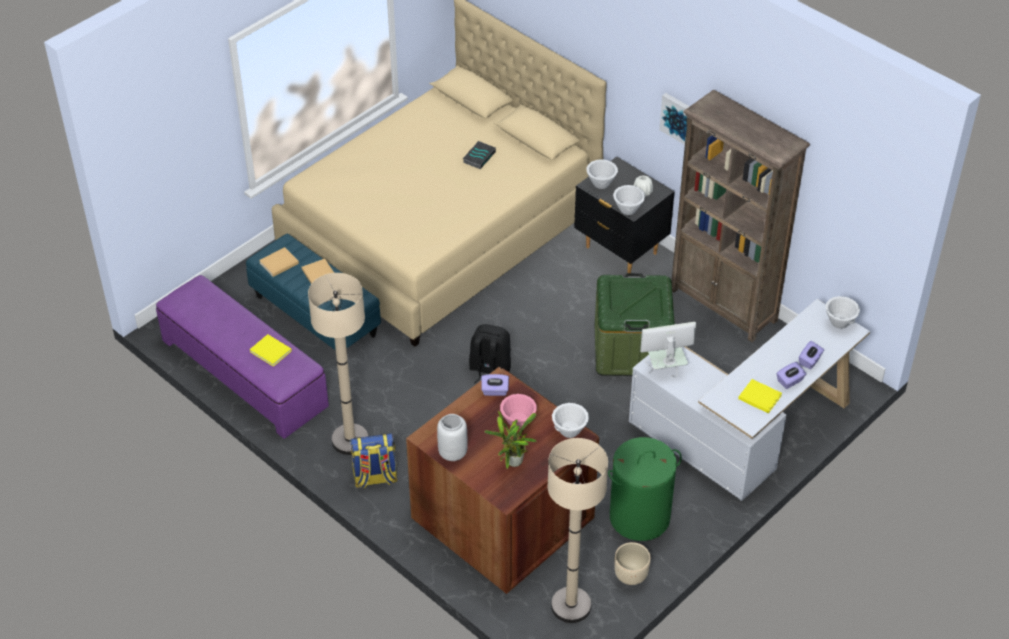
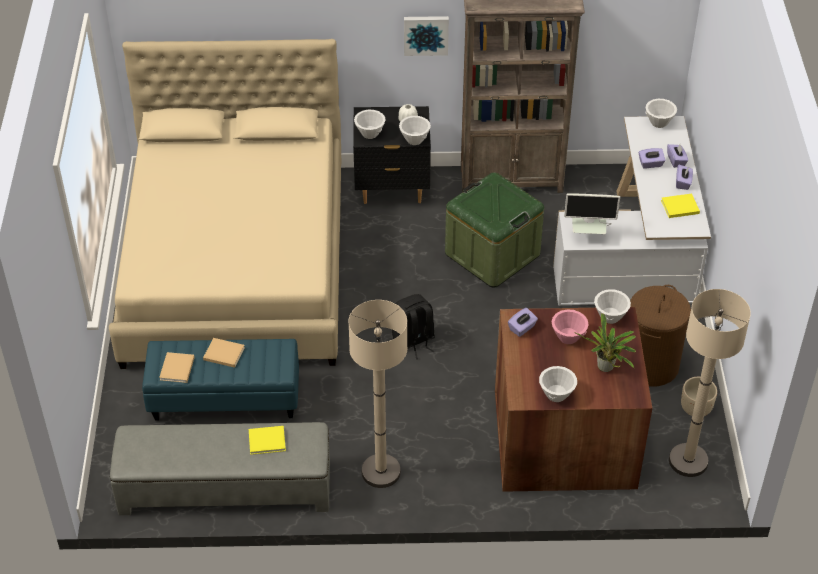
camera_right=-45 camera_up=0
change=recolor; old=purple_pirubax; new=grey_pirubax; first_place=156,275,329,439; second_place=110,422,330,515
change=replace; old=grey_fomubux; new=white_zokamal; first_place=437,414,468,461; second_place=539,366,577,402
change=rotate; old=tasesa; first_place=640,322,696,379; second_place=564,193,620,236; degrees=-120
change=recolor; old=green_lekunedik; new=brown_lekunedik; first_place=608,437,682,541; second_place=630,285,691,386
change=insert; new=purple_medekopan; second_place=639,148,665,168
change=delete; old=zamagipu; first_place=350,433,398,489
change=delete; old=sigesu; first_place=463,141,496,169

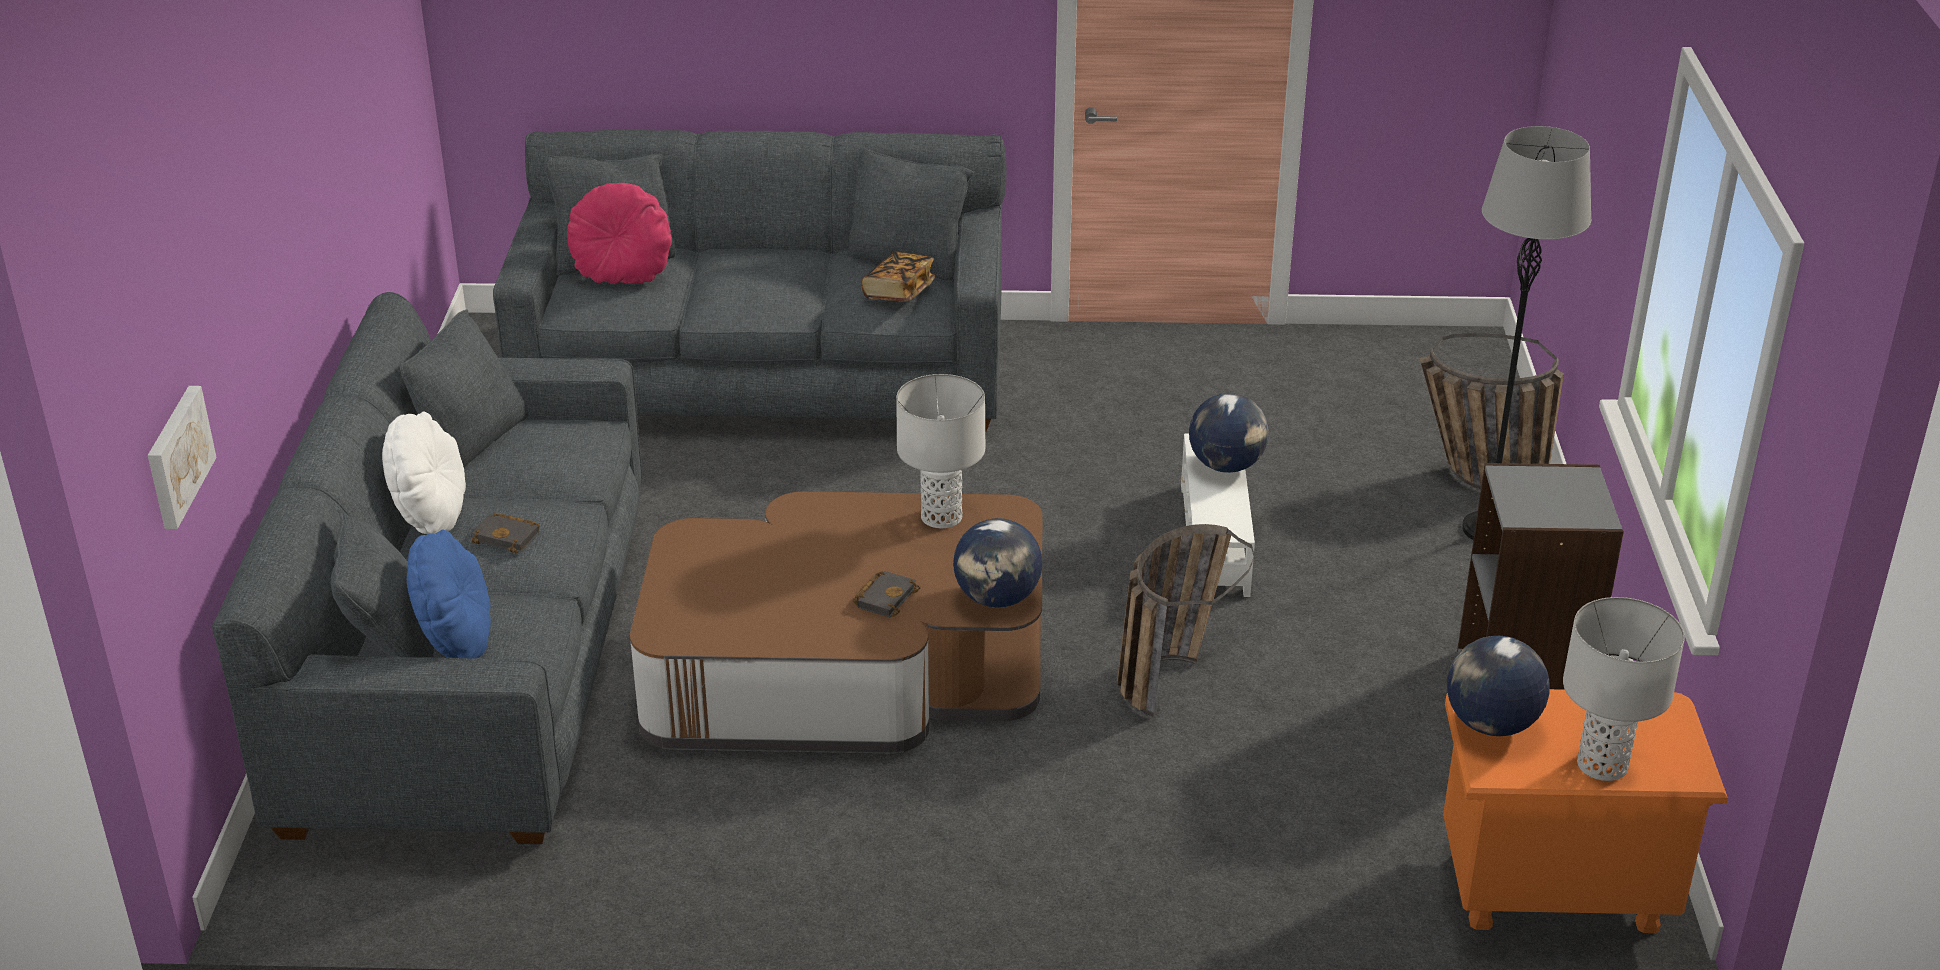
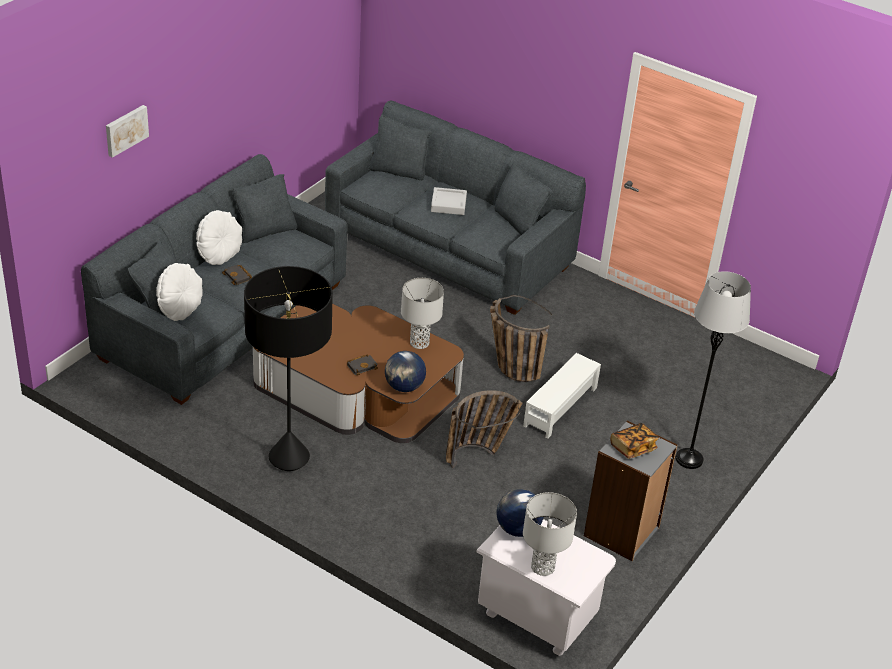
camera_right=30 camera_up=5
change=move; old=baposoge; first_place=148,386,217,529; second_place=106,105,149,158
change=recolor; old=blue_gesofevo; new=white_gesofevo; first_place=407,530,491,659; second_place=156,263,203,321
change=insert; new=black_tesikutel; second_place=244,266,333,471
change=insert; new=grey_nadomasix; second_place=431,187,467,215
change=recolor; old=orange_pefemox; new=white_pefemox; first_place=1443,689,1728,933; second_place=477,519,616,656
change=move; old=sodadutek; first_place=1420,333,1564,489; second_place=490,295,552,382
change=move; old=sigesu; first_place=862,252,935,302; second_place=611,423,659,459
change=delete; old=pink_gesofevo; first_place=567,183,672,284
change=delete; old=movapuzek; first_place=1189,393,1269,473

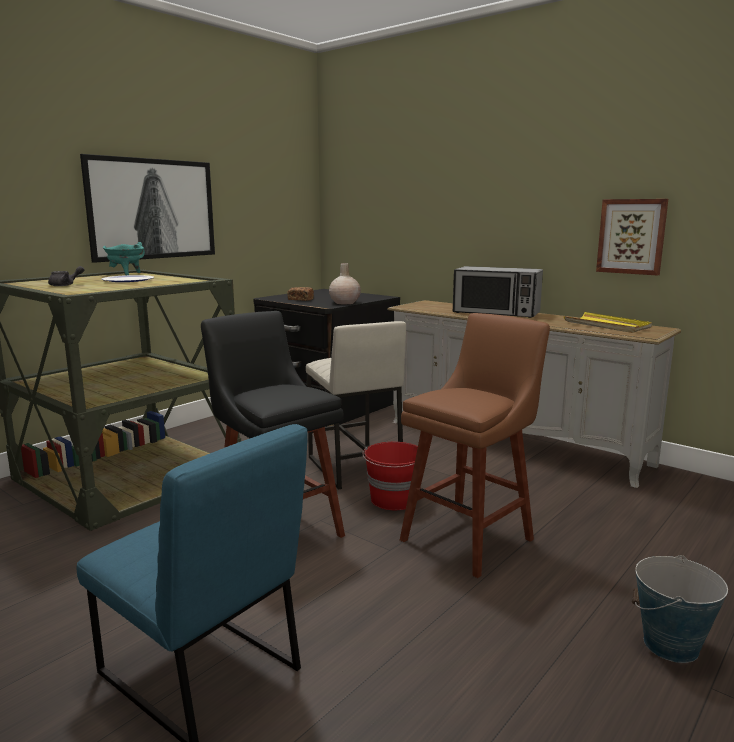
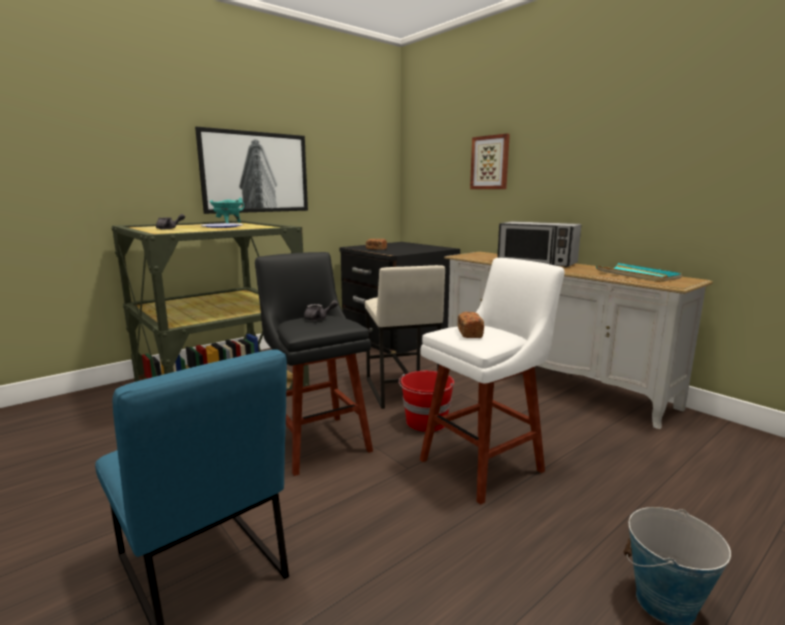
camera_right=10 camera_up=0
change=insert; new=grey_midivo; second_place=304,300,338,321
change=recolor; old=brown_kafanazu; new=white_kafanazu; first_place=400,313,550,578; second_place=420,258,565,505
change=insert; new=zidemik; second_place=458,312,484,338
change=move; old=baposoge; first_place=596,199,668,276; second_place=470,134,510,189
change=recolor; old=yellow_nadomasix; new=turquoise_nadomasix; first_place=564,312,652,333; second_place=596,263,682,282
change=delete; old=beige_fomubux; first_place=329,263,361,304

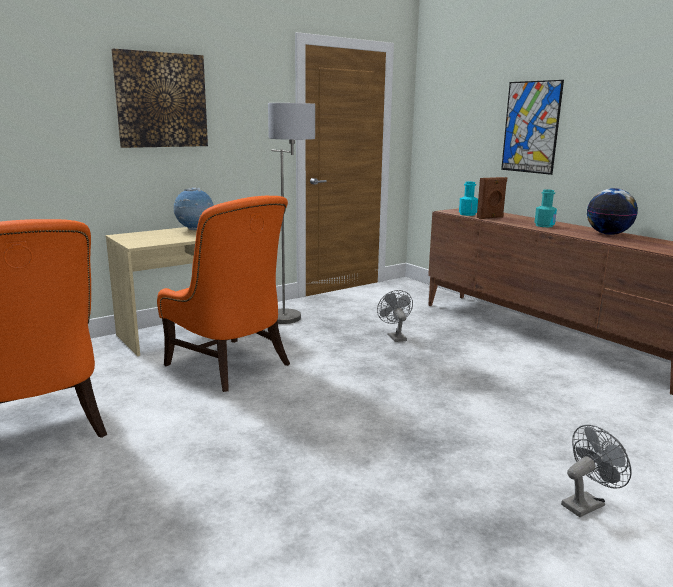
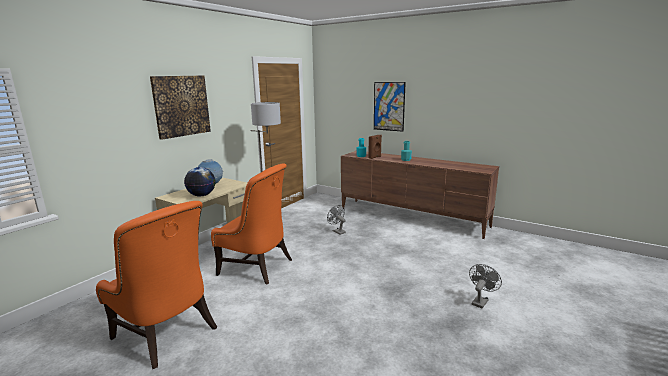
camera_right=-20 camera_up=0
change=move; old=movapuzek; first_place=587,188,638,235; second_place=184,167,216,197

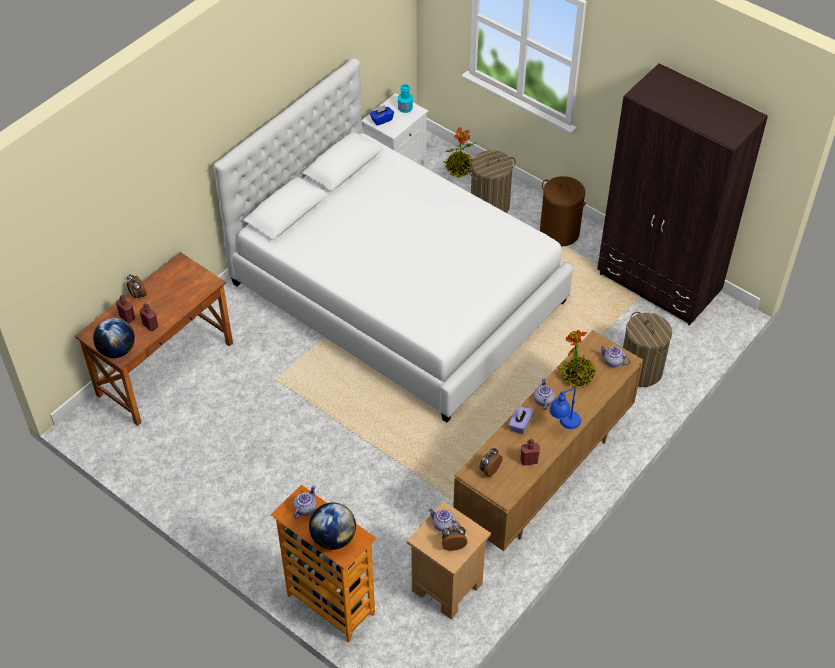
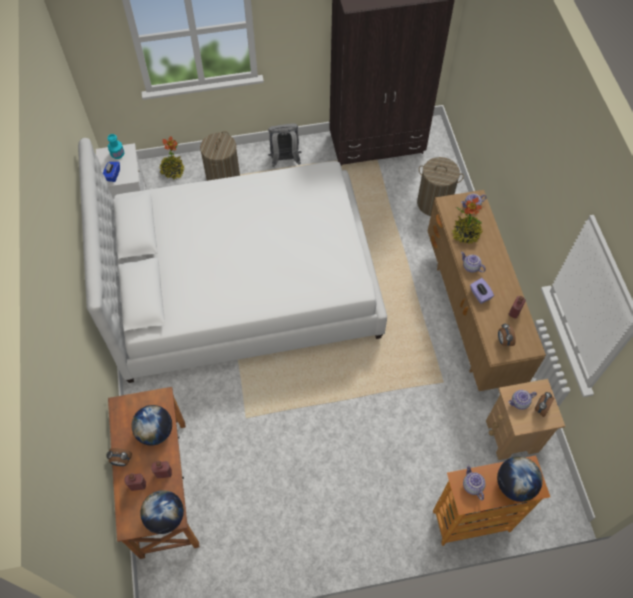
camera_right=-50 camera_up=10
change=insert; new=movapuzek; second_place=131,405,172,446
change=replace; old=brown_lekunedik; new=grey_zamagipu; first_place=540,176,586,247; second_place=268,124,301,167
change=delete; old=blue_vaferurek; first_place=549,388,581,429

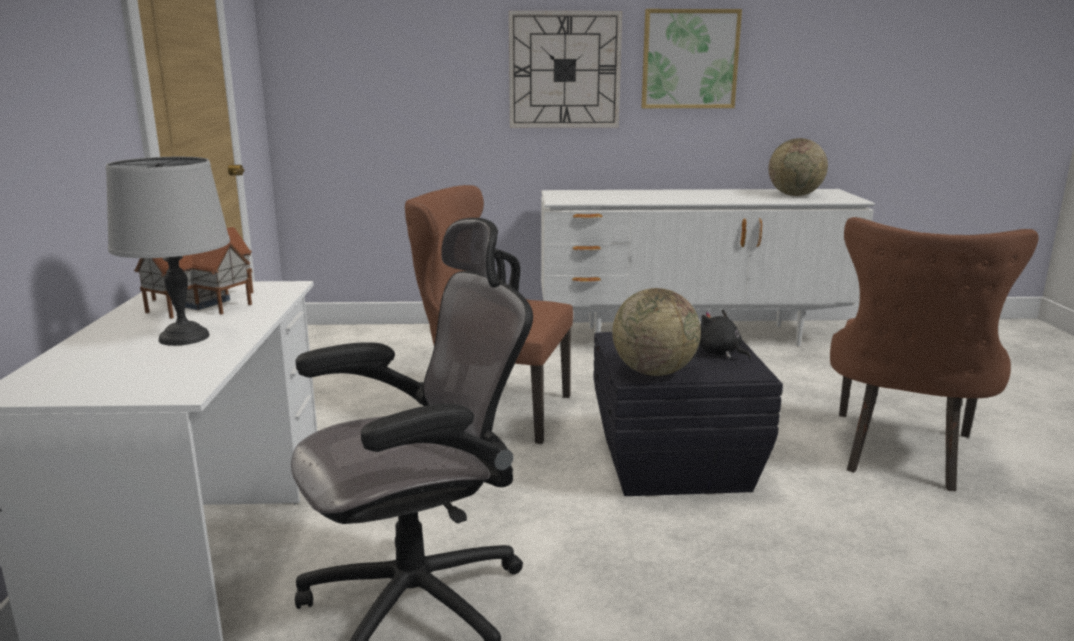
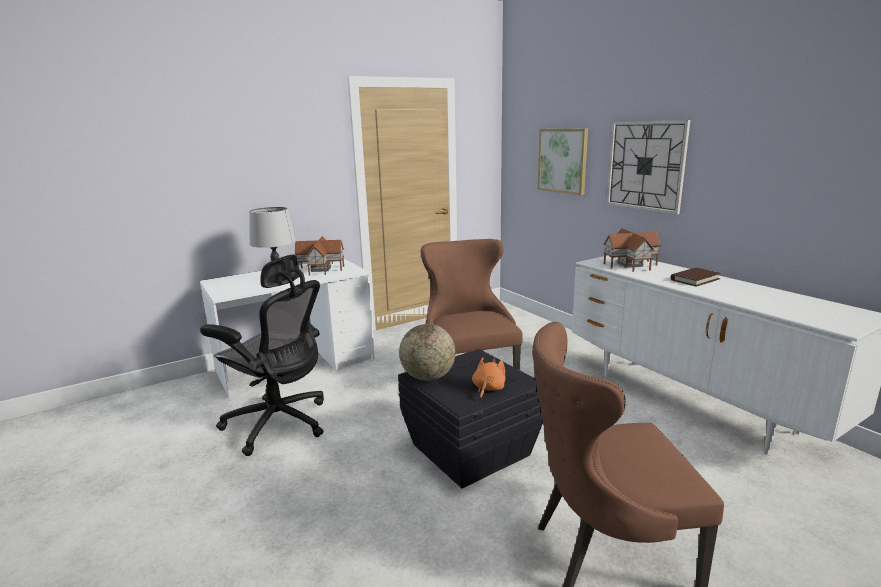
camera_right=60 camera_up=0
change=recolor; old=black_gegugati; new=orange_gegugati; first_place=699,309,751,360; second_place=472,357,506,399
change=move; old=baposoge; first_place=641,9,742,108; second_place=538,128,588,195
change=insert; new=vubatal; second_place=603,228,661,272
change=insert; new=brown_sigesu; second_place=671,268,721,287
change=delete; old=movapuzek; first_place=768,138,828,196

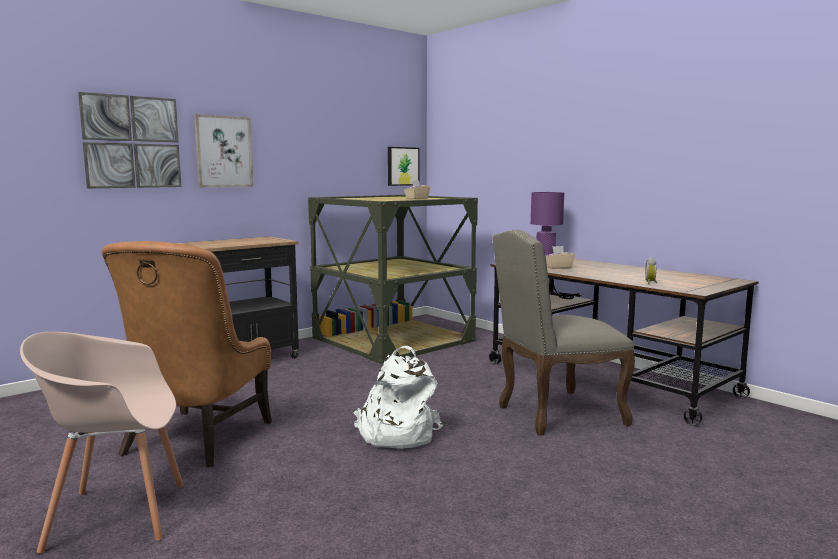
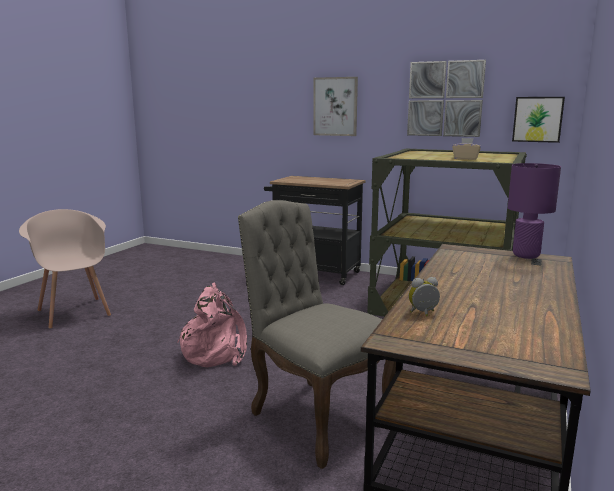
camera_right=65 camera_up=5
change=recolor; old=white_zamagipu; new=pink_zamagipu; first_place=353,346,443,449; second_place=177,282,247,367
change=move; old=baposoge; first_place=78,92,181,188; second_place=407,60,486,137
change=delete; old=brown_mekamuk; first_place=102,241,272,467
change=delete; old=beige_medekopan; first_place=546,246,575,269

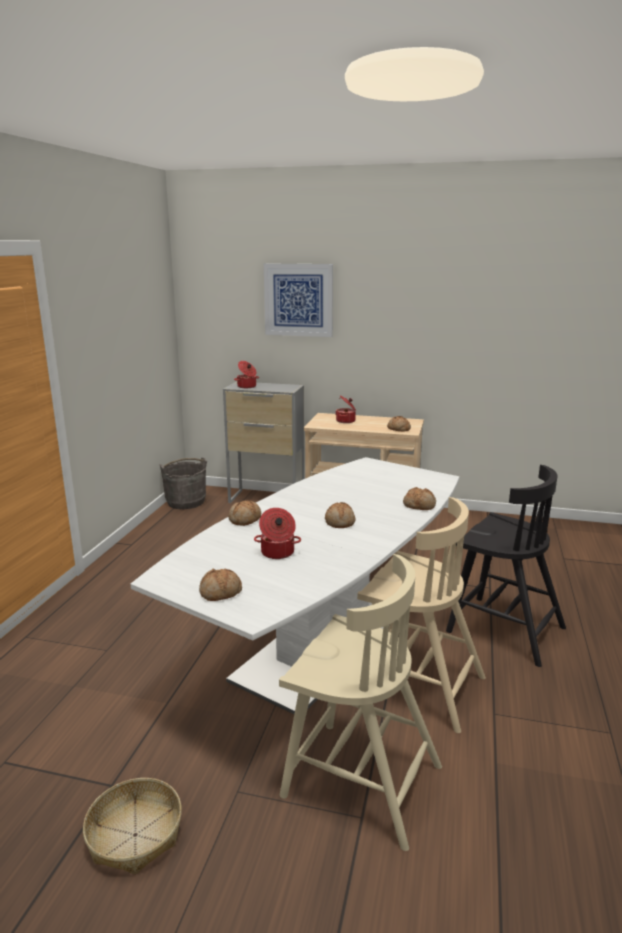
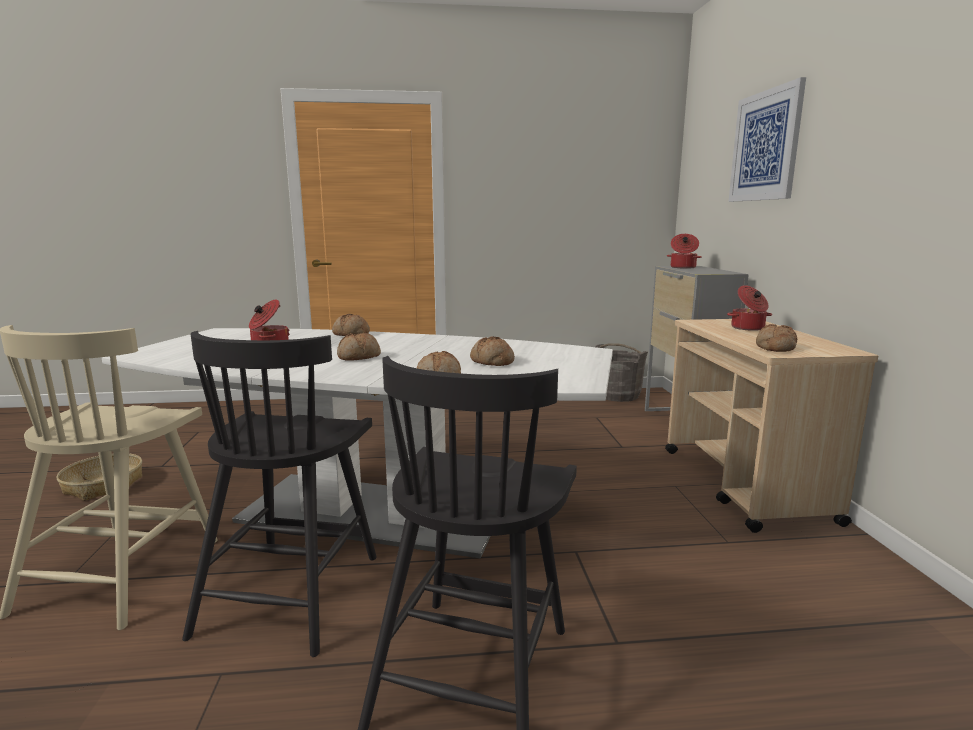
camera_right=70 camera_up=-5
change=recolor; old=beige_mekamuk; new=black_mekamuk; first_place=357,497,486,733; second_place=182,331,377,657
change=move; old=zidemik; first_place=199,568,242,601; second_place=470,336,515,366

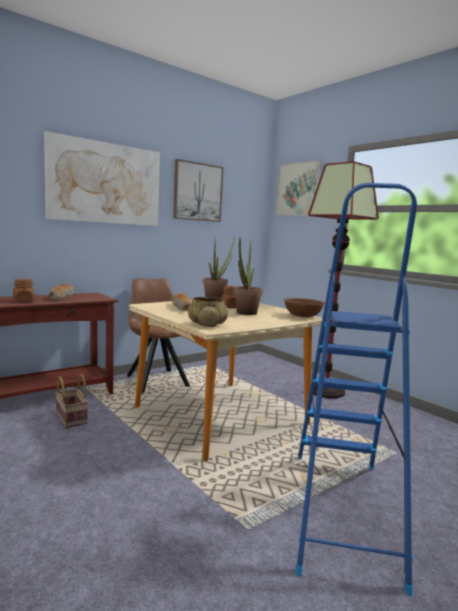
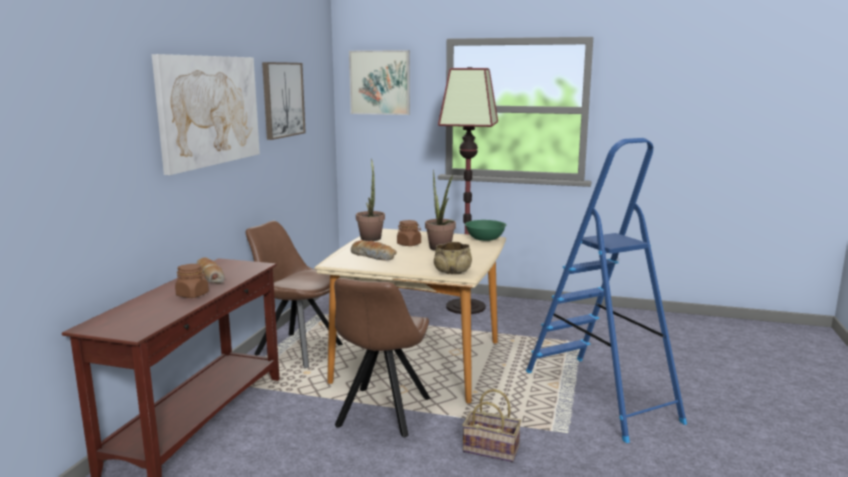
camera_right=-35 camera_up=5
change=insert; new=brown_mekamuk; second_place=334,278,431,438
change=move; old=sodadutek; first_place=55,374,88,428; second_place=462,389,521,462
change=recolor; old=brown_zokamal; new=green_zokamal; first_place=284,298,325,317; second_place=465,220,506,241

